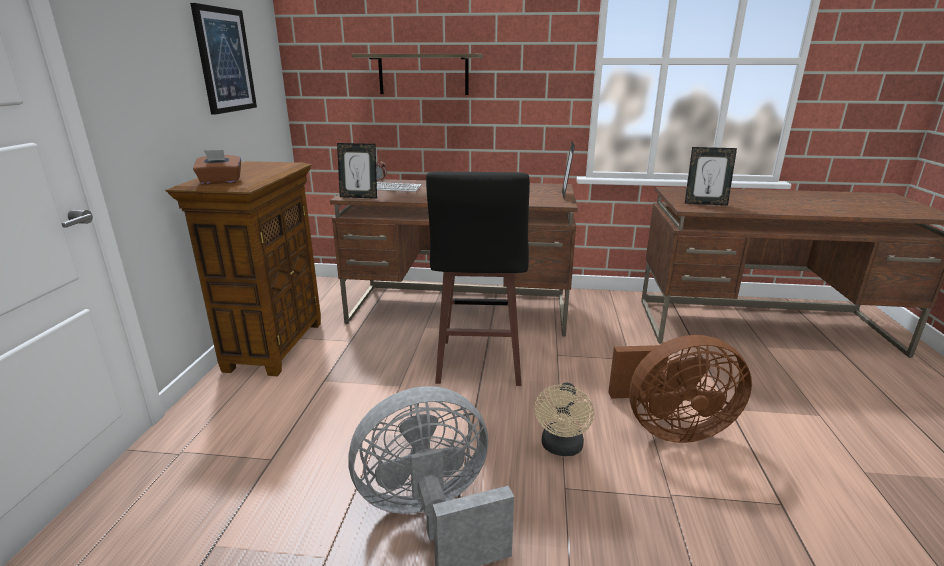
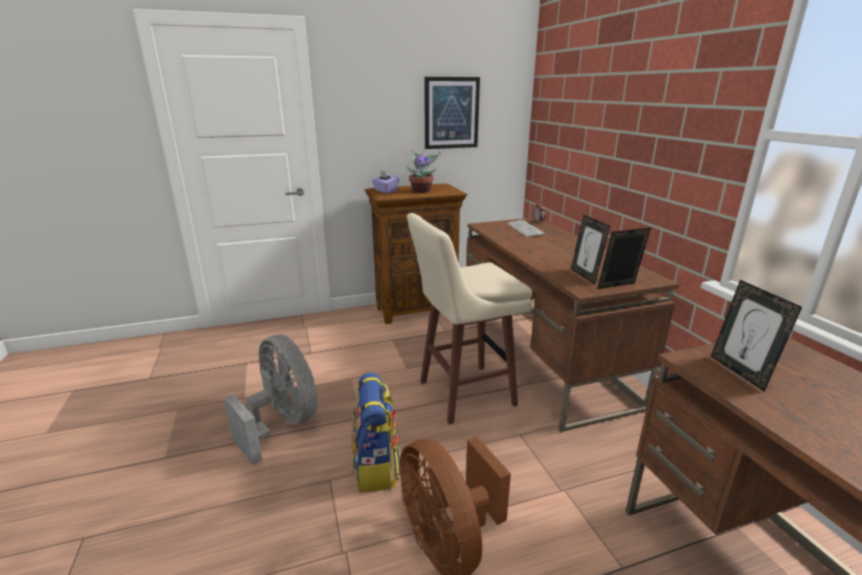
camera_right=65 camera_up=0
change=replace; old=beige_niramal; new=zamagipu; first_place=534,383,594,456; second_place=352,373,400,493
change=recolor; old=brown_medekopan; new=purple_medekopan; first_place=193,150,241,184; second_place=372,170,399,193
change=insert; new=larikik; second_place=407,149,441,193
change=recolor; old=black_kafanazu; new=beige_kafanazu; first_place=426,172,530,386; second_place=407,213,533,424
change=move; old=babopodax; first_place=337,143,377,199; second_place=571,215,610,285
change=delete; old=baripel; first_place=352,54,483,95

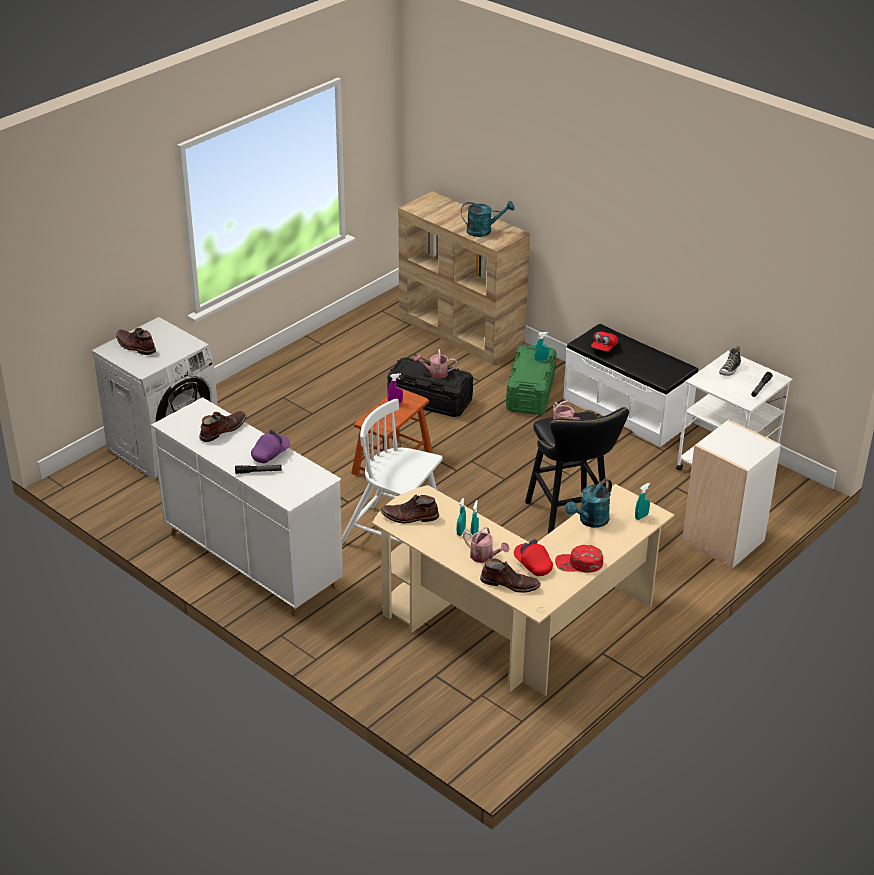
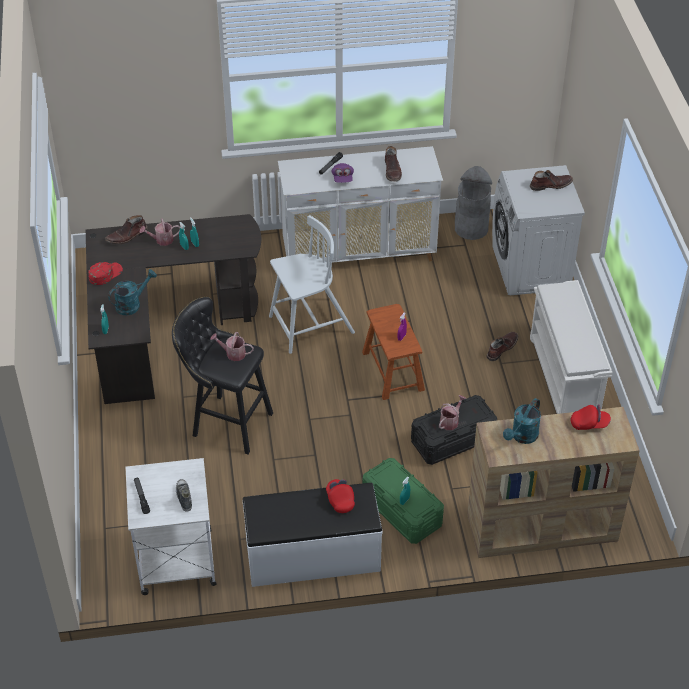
camera_right=130 camera_up=10
change=recolor; old=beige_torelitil; new=black_torelitil; first_place=372,484,674,696; second_place=86,214,261,404
change=rotate; old=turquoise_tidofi; first_place=565,479,612,528; second_place=108,269,157,315; degrees=60
change=insert; new=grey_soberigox; second_place=455,166,492,240
change=move; old=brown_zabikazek; first_place=381,495,439,523; second_place=486,332,518,361
change=insert; new=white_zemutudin; second_place=530,280,613,414
change=move; old=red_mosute; first_place=514,539,553,576; second_place=571,404,611,430
change=delete; old=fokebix; first_place=682,419,781,568

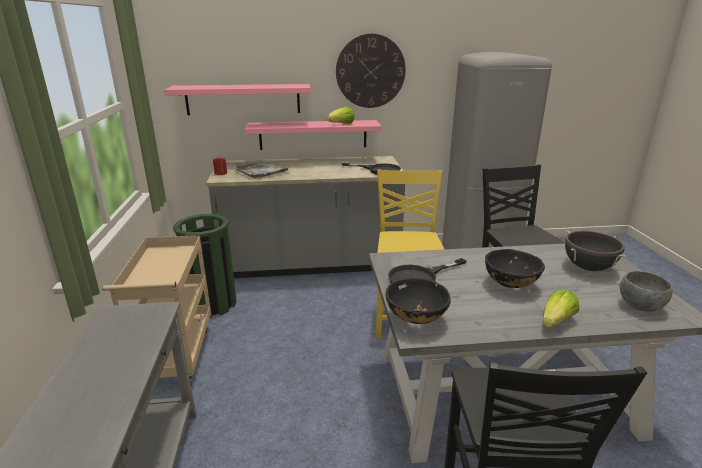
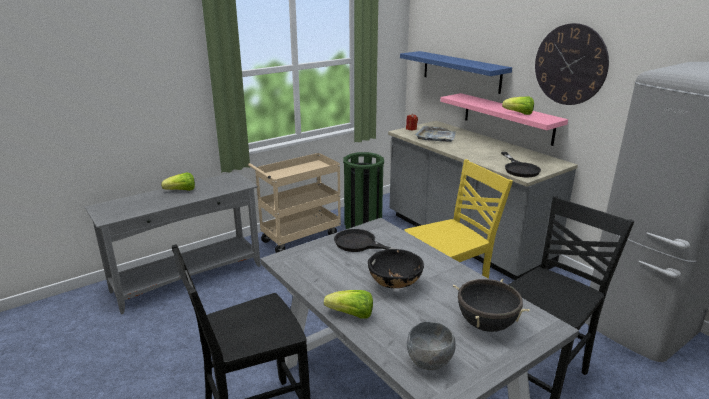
camera_right=60 camera_up=0
change=insert; new=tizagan; second_place=161,173,195,191
change=recolor; old=pink_baripel; new=blue_baripel; first_place=164,84,311,115; second_place=400,51,512,94
change=delete; old=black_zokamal; first_place=386,278,451,324

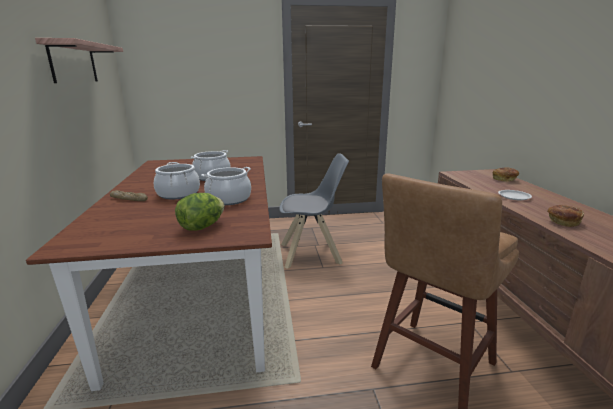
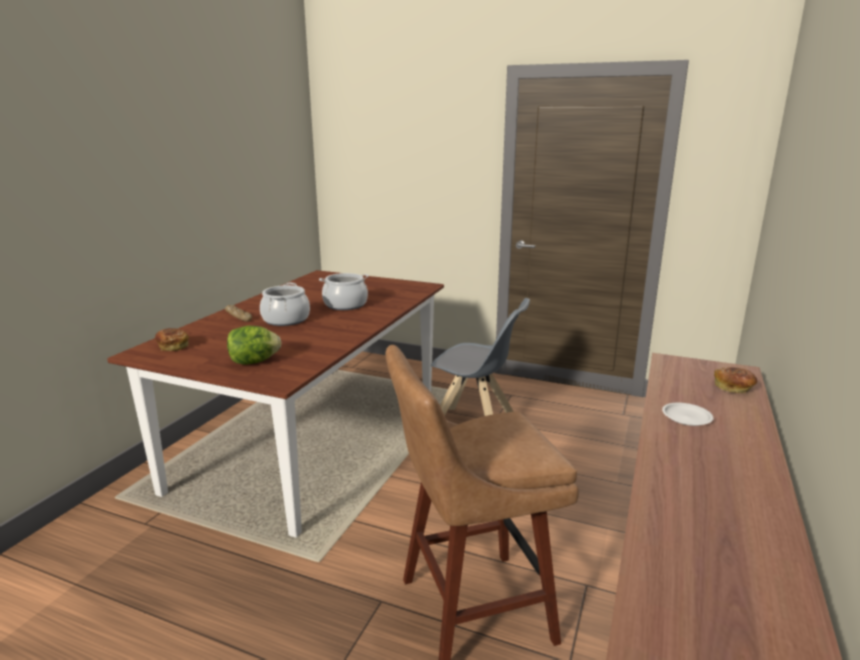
camera_right=30 camera_up=0
change=move; old=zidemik; first_place=547,205,584,227; second_place=155,328,189,351
change=delete; old=baripel; first_place=35,38,123,83
change=delete; old=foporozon; first_place=201,167,251,205

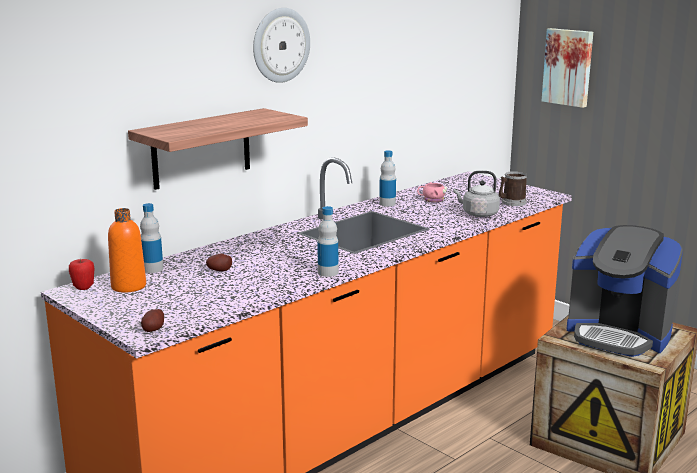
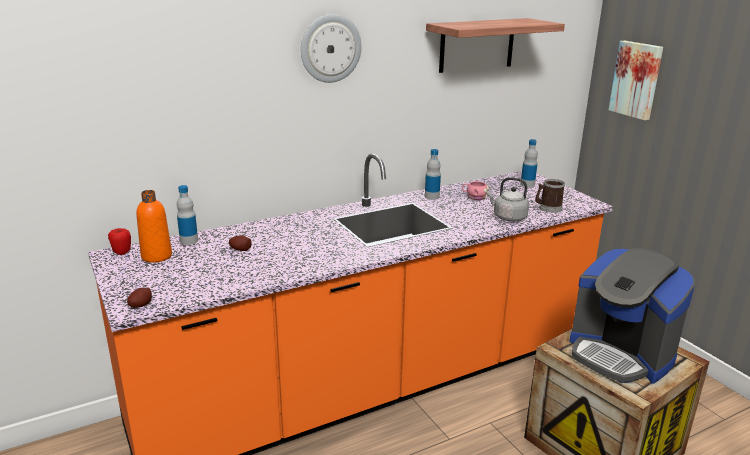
camera_right=15 camera_up=5
change=move; old=baripel; first_place=128,108,308,190; second_place=426,18,565,73
change=move; old=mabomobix; first_place=317,206,338,277; second_place=521,139,538,188

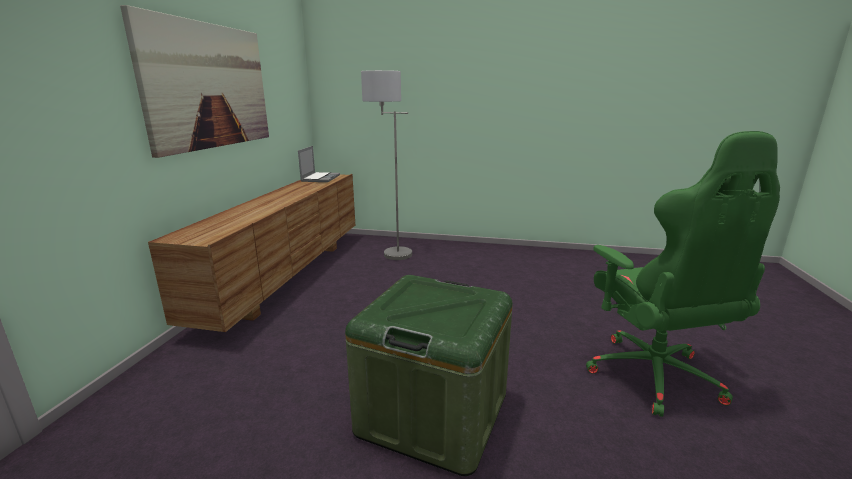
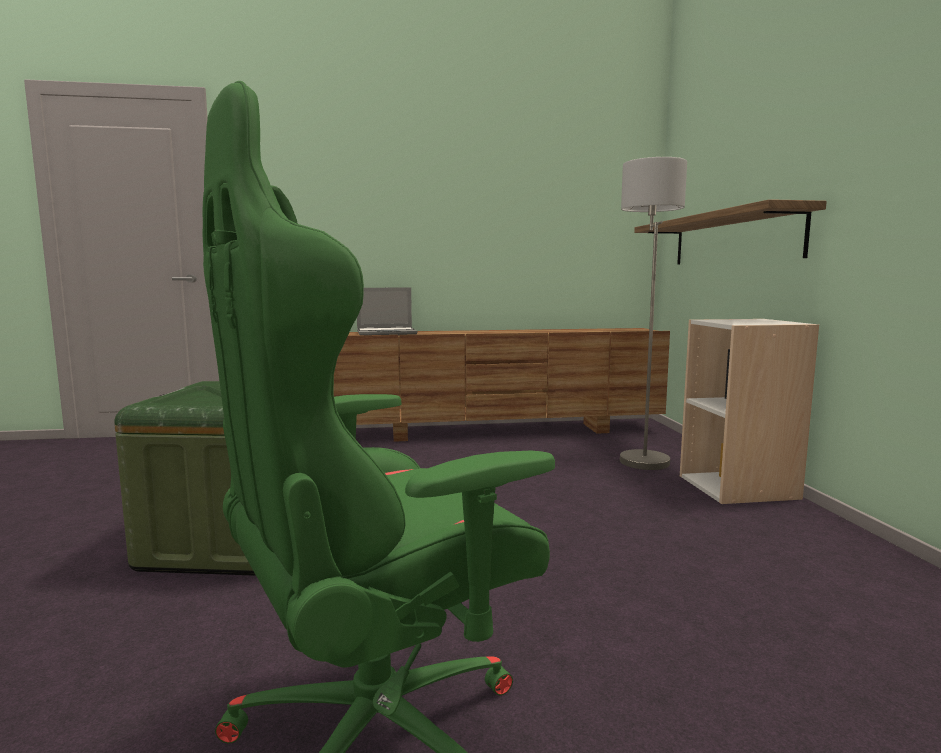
camera_right=70 camera_up=-10
change=move; old=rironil; first_place=298,146,340,182; second_place=357,288,417,335
change=insert; new=baripel; second_place=634,199,827,265
change=insert; new=fokebix; second_place=680,319,819,504
change=delete; old=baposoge; first_place=120,5,269,158

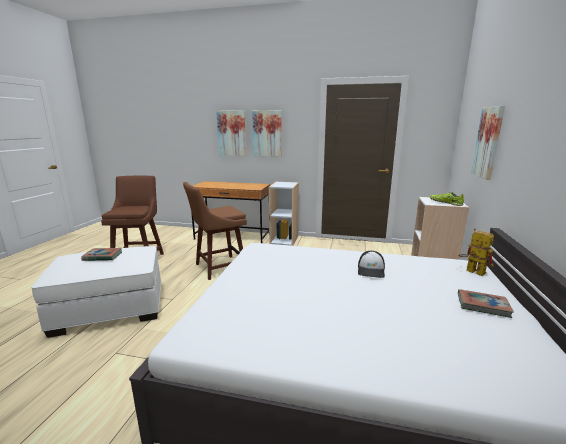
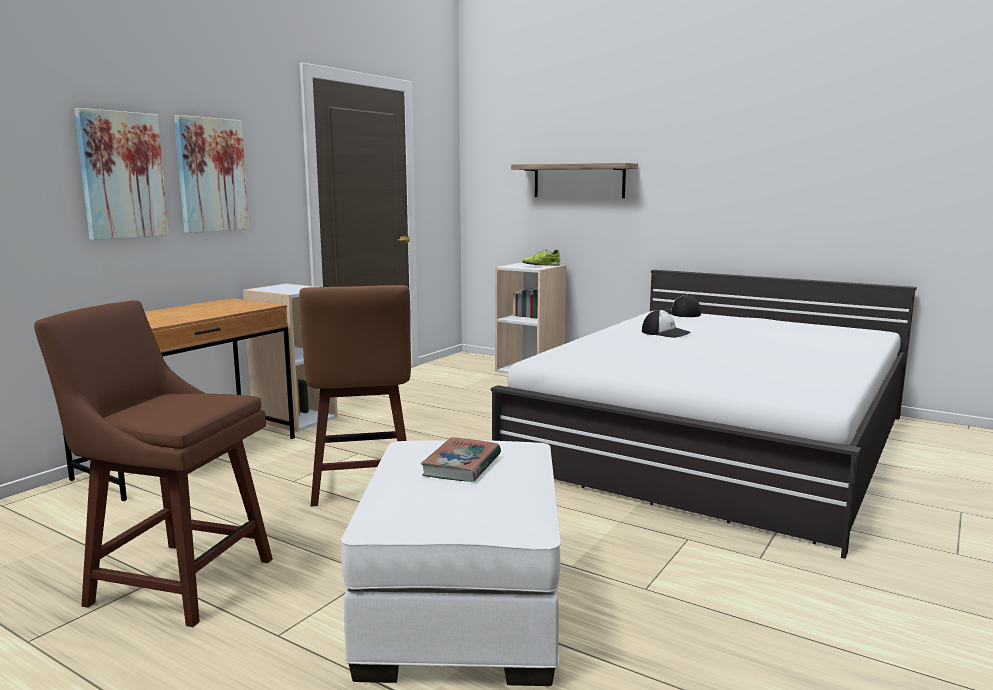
camera_right=-70 camera_up=-5
change=replace; old=baposoge; new=baripel; first_place=471,106,505,180; second_place=511,163,638,198
change=replace; old=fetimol; new=mosute; first_place=458,228,494,276; second_place=663,295,701,317
change=delete; old=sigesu; first_place=458,289,514,318

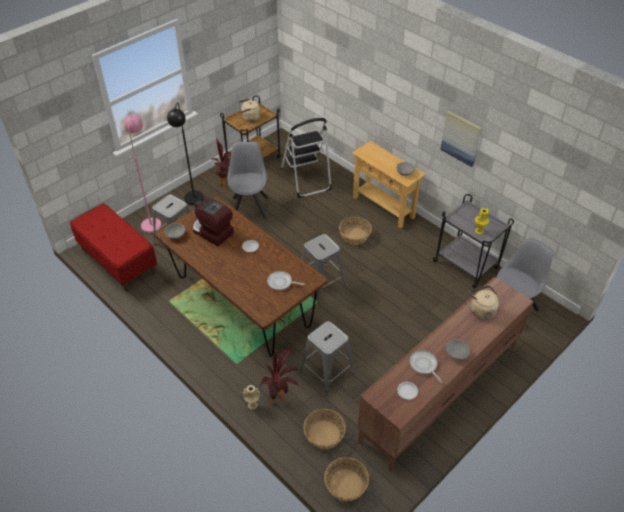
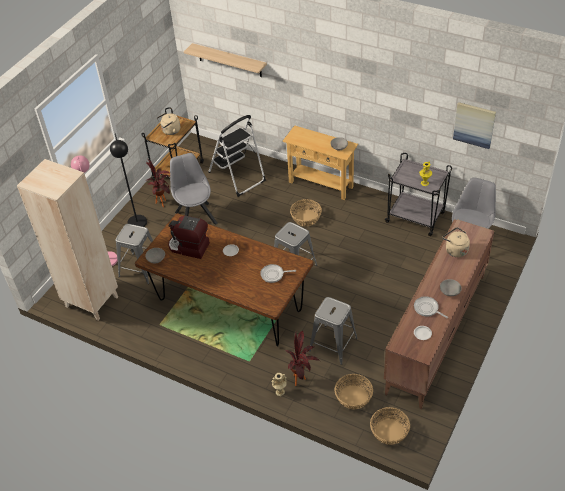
camera_right=-15 camera_up=0
change=replace; old=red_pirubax; new=beige_fokebix; first_place=70,203,157,292; second_place=17,159,118,321
change=insert; new=baripel; second_place=184,43,267,77
change=move; old=baposoge; first_place=440,111,482,167; second_place=453,102,496,149

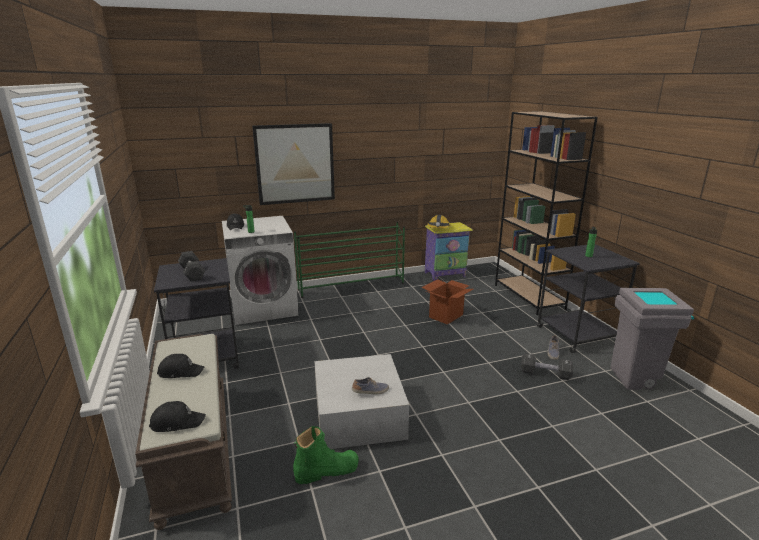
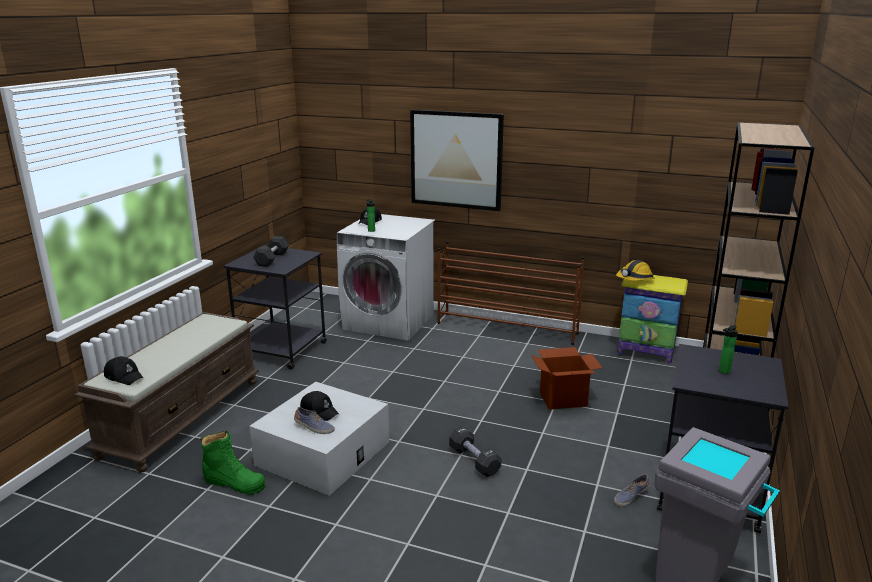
camera_right=40 camera_up=0
change=move; old=black_mosute; first_place=157,354,205,378; second_place=300,391,339,421
change=recolor; old=green_zemutudin; new=brown_zemutudin; first_place=294,221,405,298; second_place=438,241,585,345
change=move; old=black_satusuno; first_place=521,353,574,380; second_place=449,426,502,477

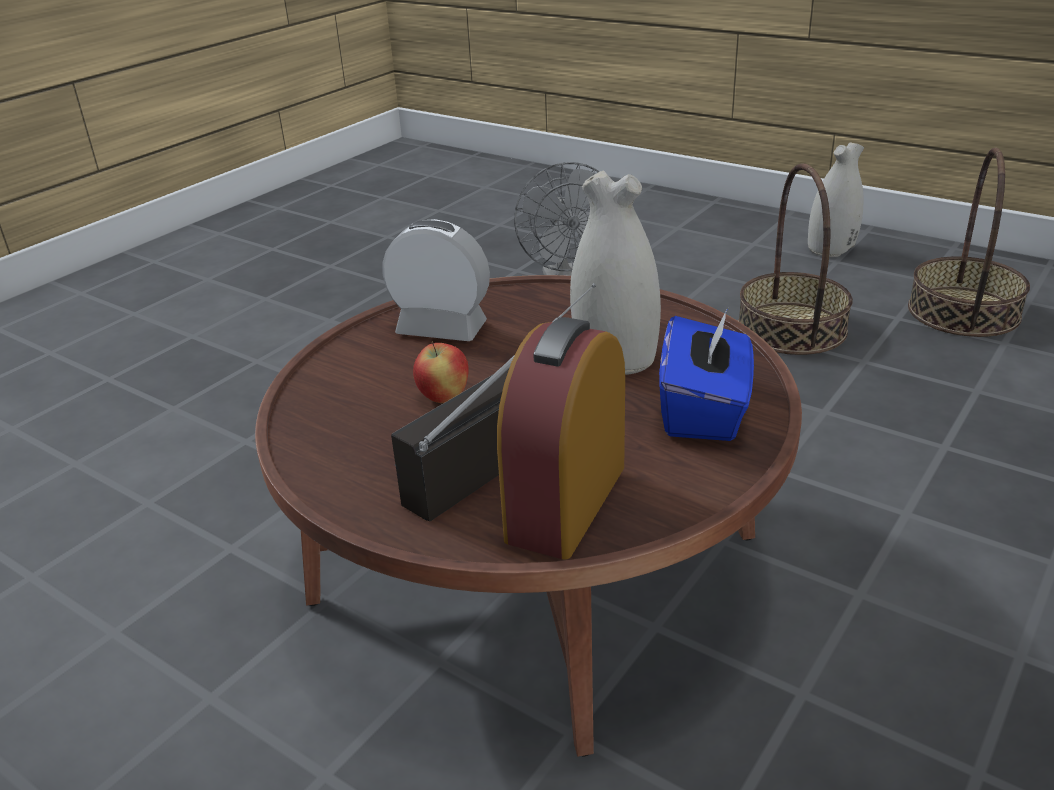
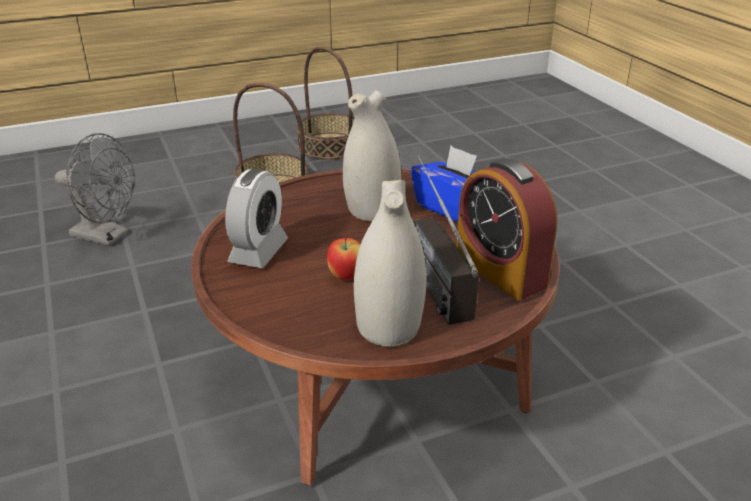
camera_right=-60 camera_up=0
change=rotate; old=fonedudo; first_place=383,219,490,341; second_place=225,169,288,268; degrees=150
change=move; old=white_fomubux; first_place=808,143,864,257; second_place=354,180,427,347

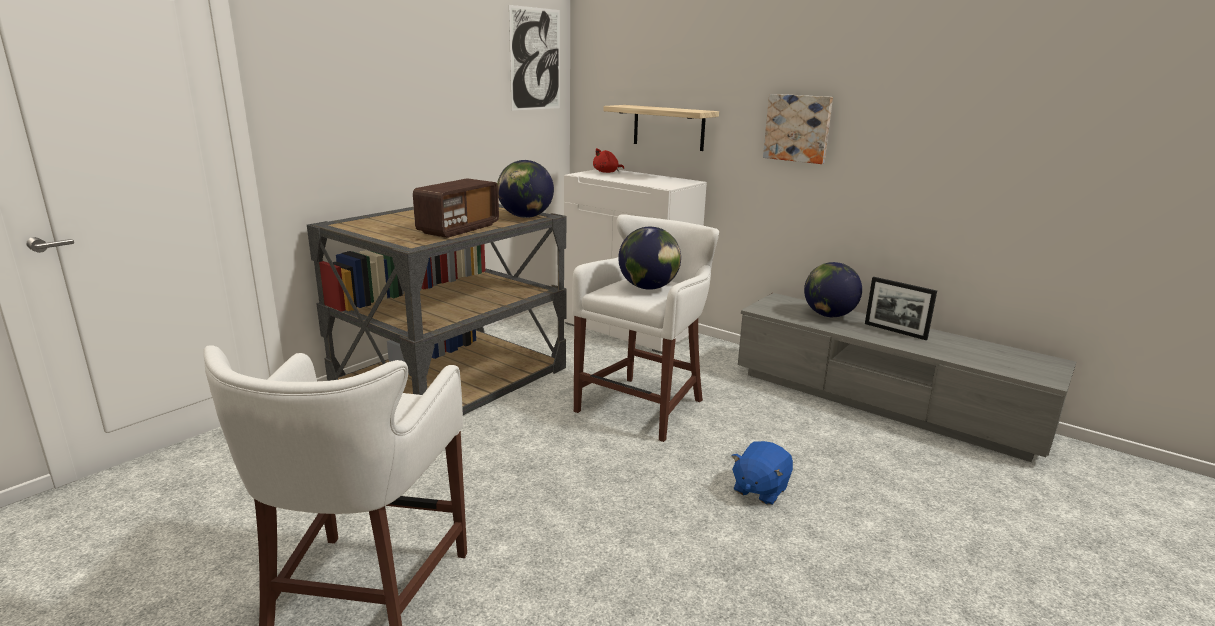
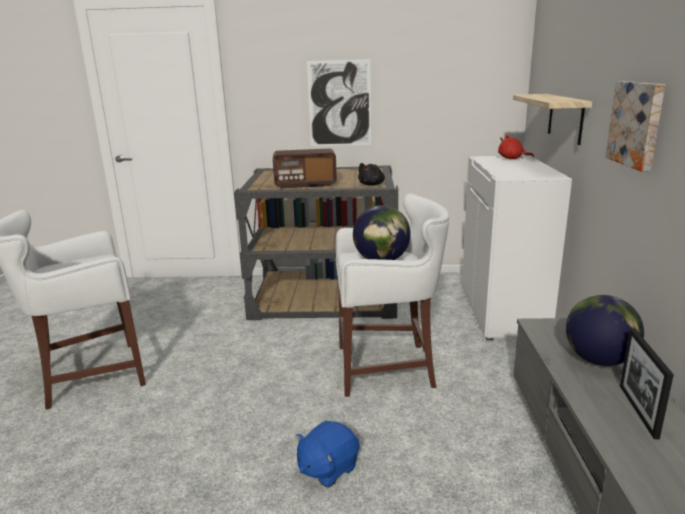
camera_right=55 camera_up=0
change=rotate; old=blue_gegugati; first_place=732,441,793,505; second_place=296,421,360,488; degrees=-45
change=move; old=baposoge; first_place=509,5,560,111; second_place=307,59,371,146
change=replace; old=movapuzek; new=black_gegugati; first_place=497,160,554,218; second_place=358,163,385,186

